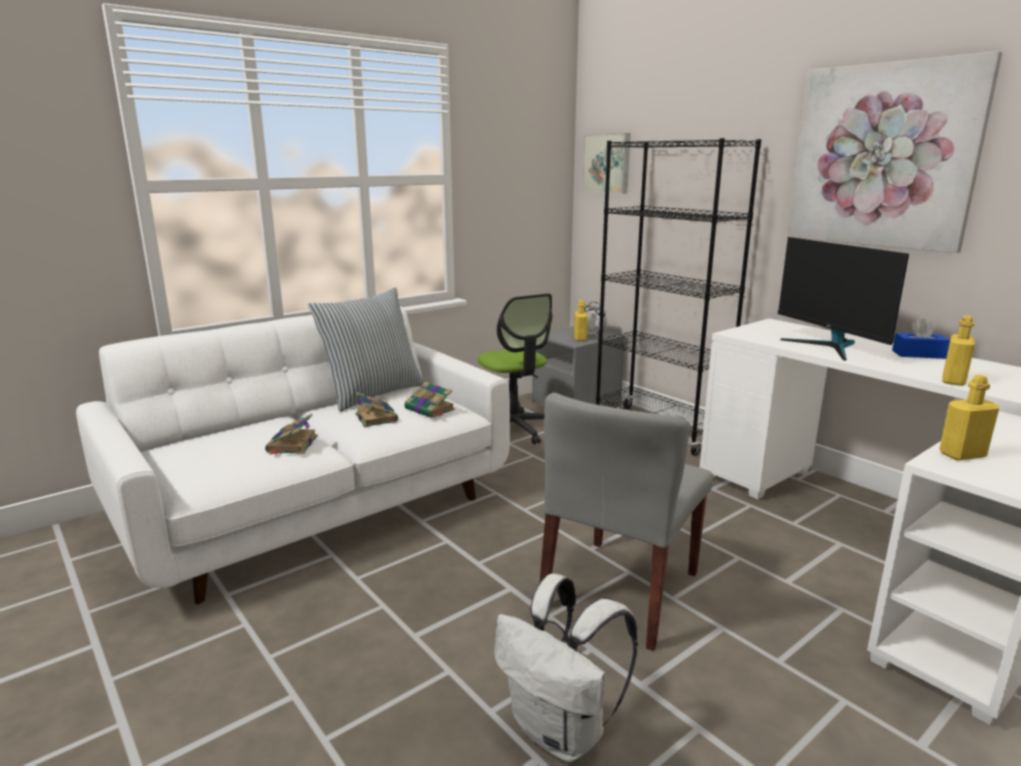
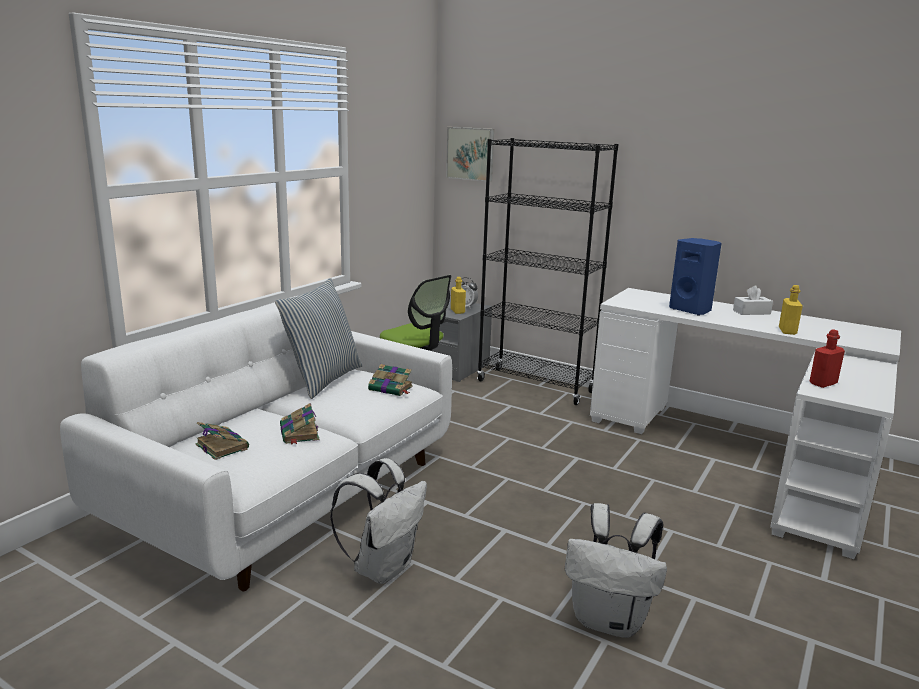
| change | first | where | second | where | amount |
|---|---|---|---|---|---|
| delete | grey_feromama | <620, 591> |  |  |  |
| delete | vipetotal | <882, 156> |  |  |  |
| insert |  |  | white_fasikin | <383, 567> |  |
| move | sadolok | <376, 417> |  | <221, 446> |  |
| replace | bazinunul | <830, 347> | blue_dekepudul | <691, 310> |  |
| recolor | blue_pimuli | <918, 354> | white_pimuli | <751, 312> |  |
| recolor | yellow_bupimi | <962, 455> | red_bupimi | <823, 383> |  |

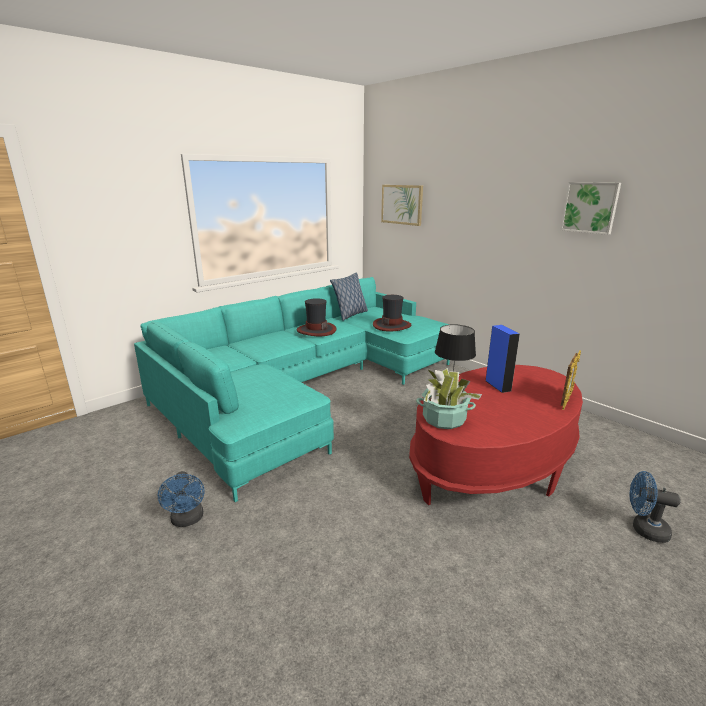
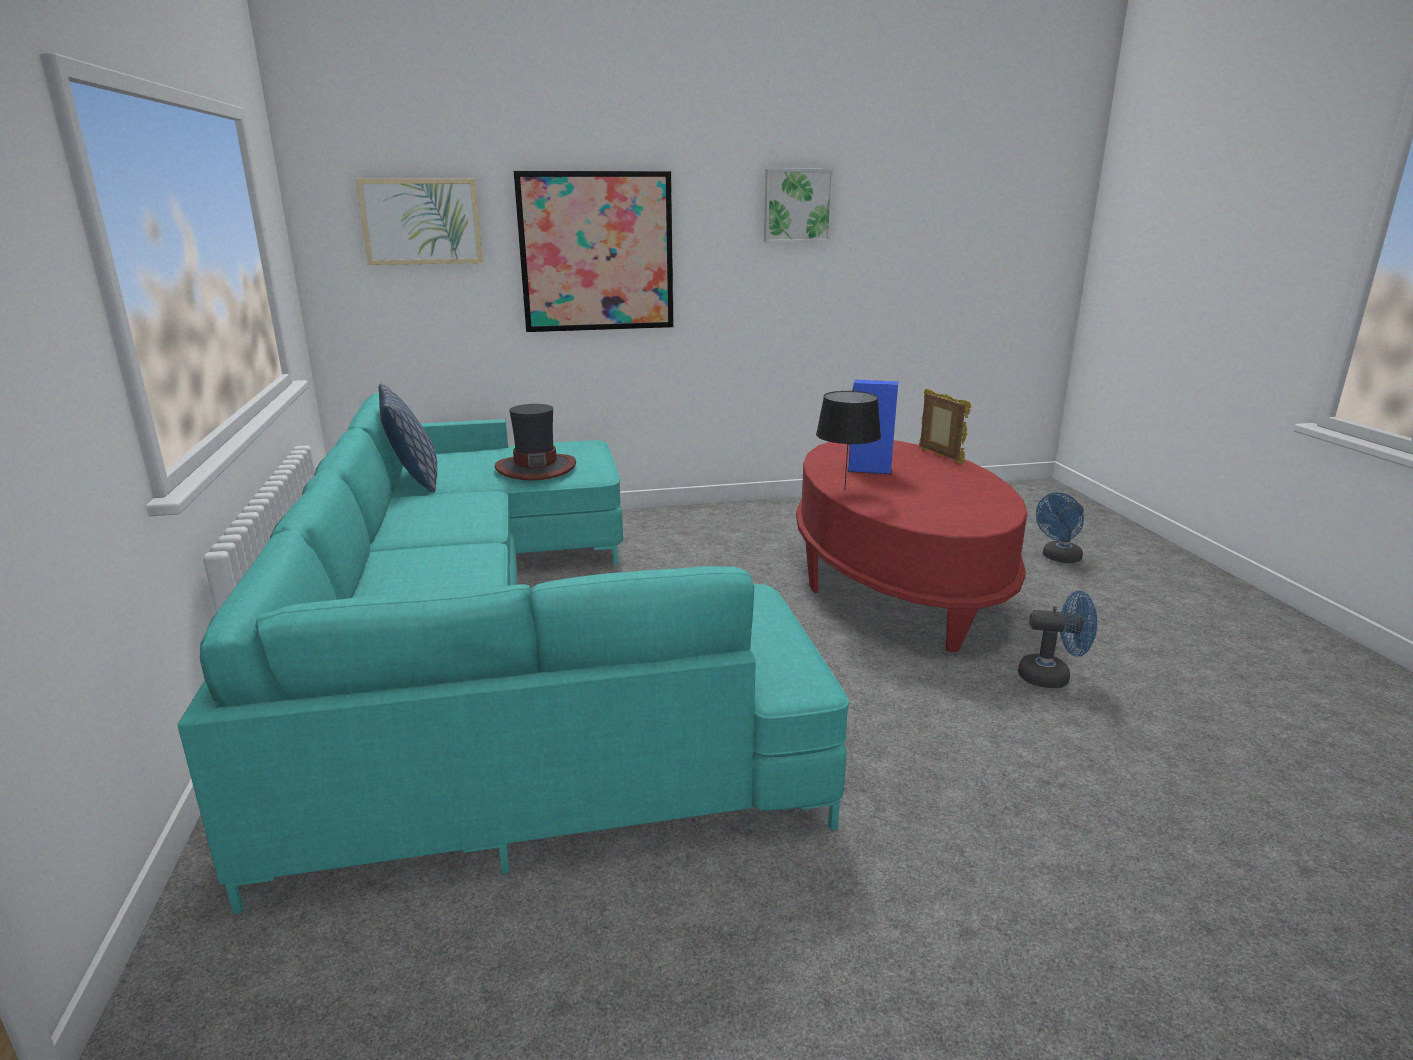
| change | first | where | second | where | amount |
|---|---|---|---|---|---|
| delete | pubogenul | <316, 330> |  |  |  |
| delete | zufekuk | <444, 419> |  |  |  |
| insert |  |  | vipetotal | <596, 252> |  |
| move | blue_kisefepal | <187, 520> |  | <1052, 677> |  |

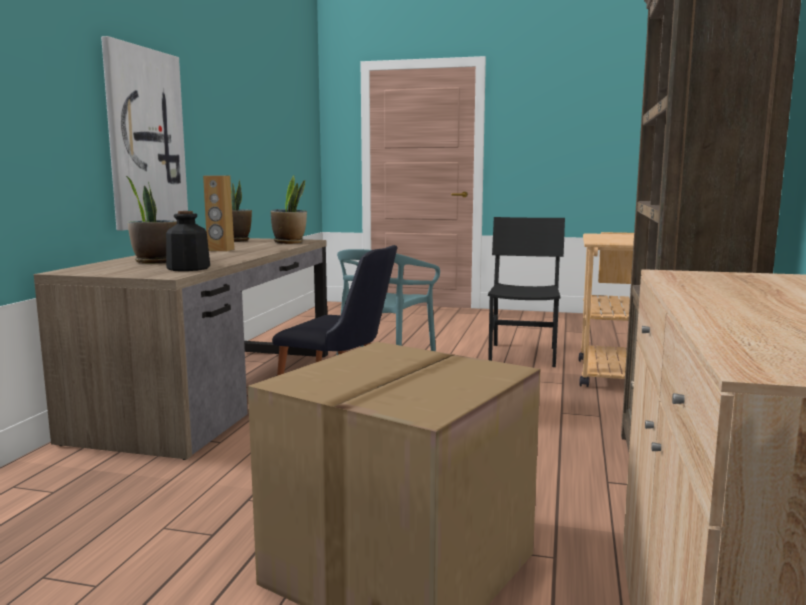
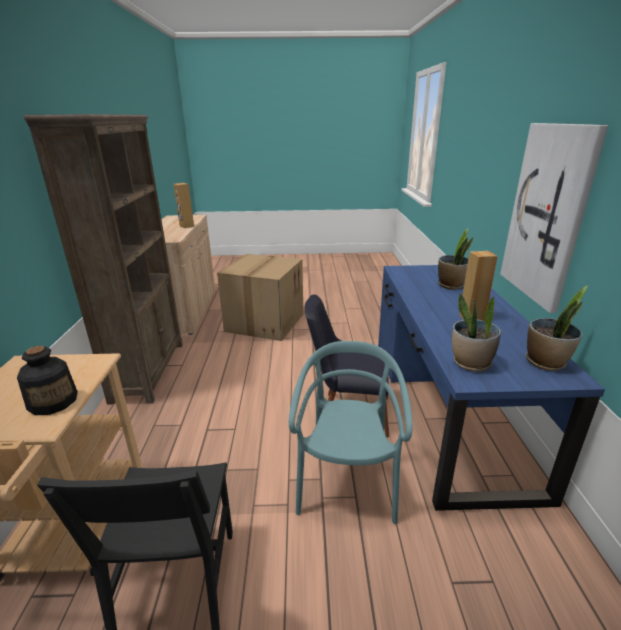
| change | first | where | second | where | amount |
|---|---|---|---|---|---|
| insert |  |  | brown_dekepudul | <186, 226> |  |
| move | bupimi | <188, 268> |  | <53, 401> |  |
| recolor | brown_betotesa | <217, 392> | blue_betotesa | <445, 406> |  |

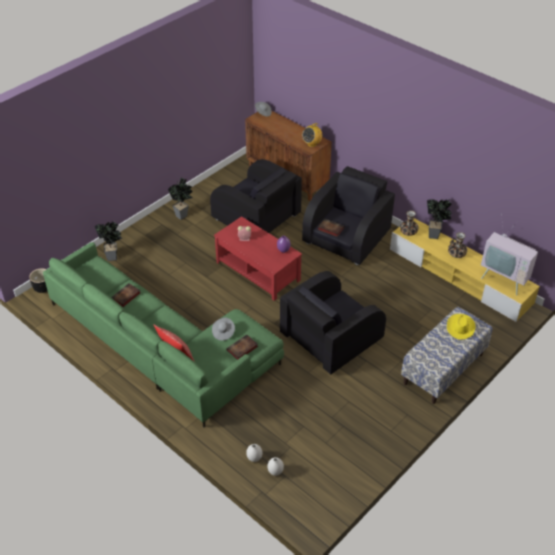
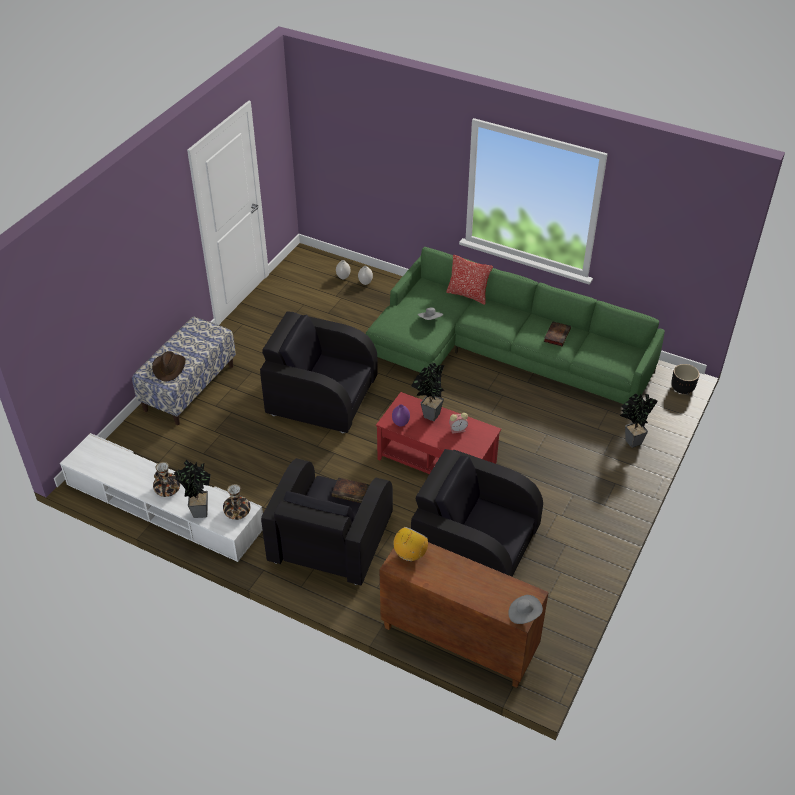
| change | first | where | second | where | amount |
|---|---|---|---|---|---|
| delete | sadolok | <242, 349> |  |  |  |
| delete | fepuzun | <504, 280> |  |  |  |
| move | zufekuk | <183, 215> |  | <429, 416> |  |
| recolor | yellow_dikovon | <459, 276> | white_dikovon | <163, 507> |  |
| recolor | yellow_pubogenul | <460, 327> | brown_pubogenul | <169, 368> |  |
| rotate | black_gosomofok | <330, 337> |  | <321, 397> | 105 degrees counterclockwise |

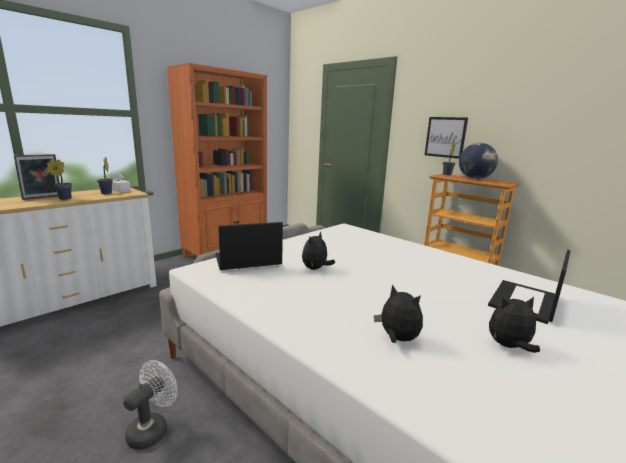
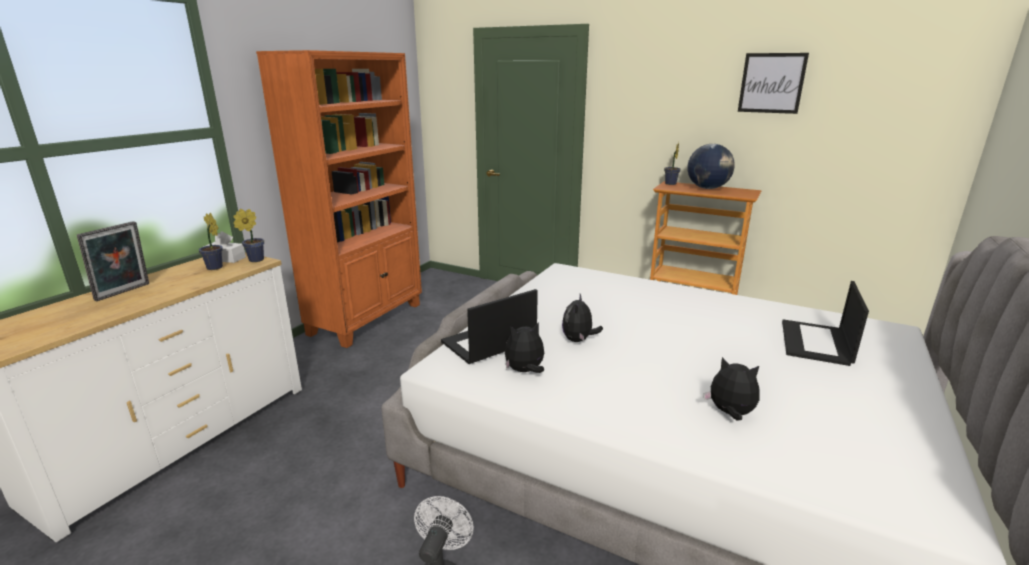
| change | first | where | second | where | amount |
|---|---|---|---|---|---|
| move | zufekuk | <63, 198> |  | <254, 260> |  |
| move | vipetotal | <445, 137> |  | <771, 83> |  |
| move | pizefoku | <509, 347> |  | <525, 371> |  |

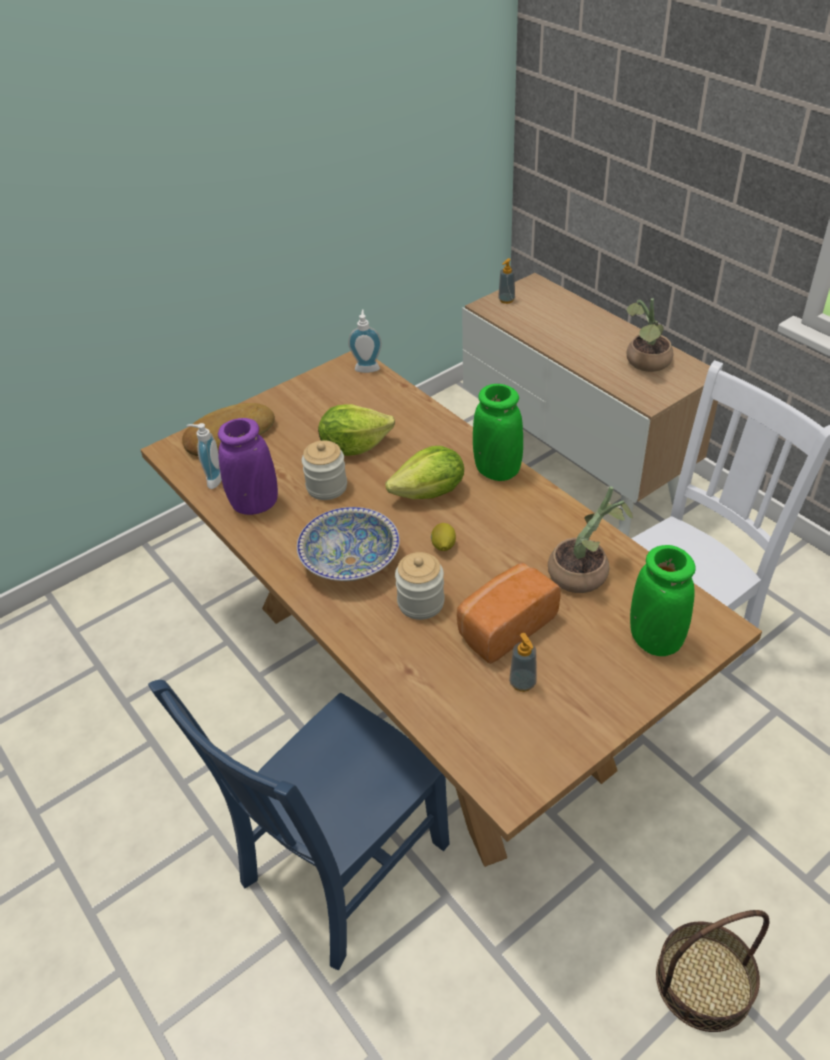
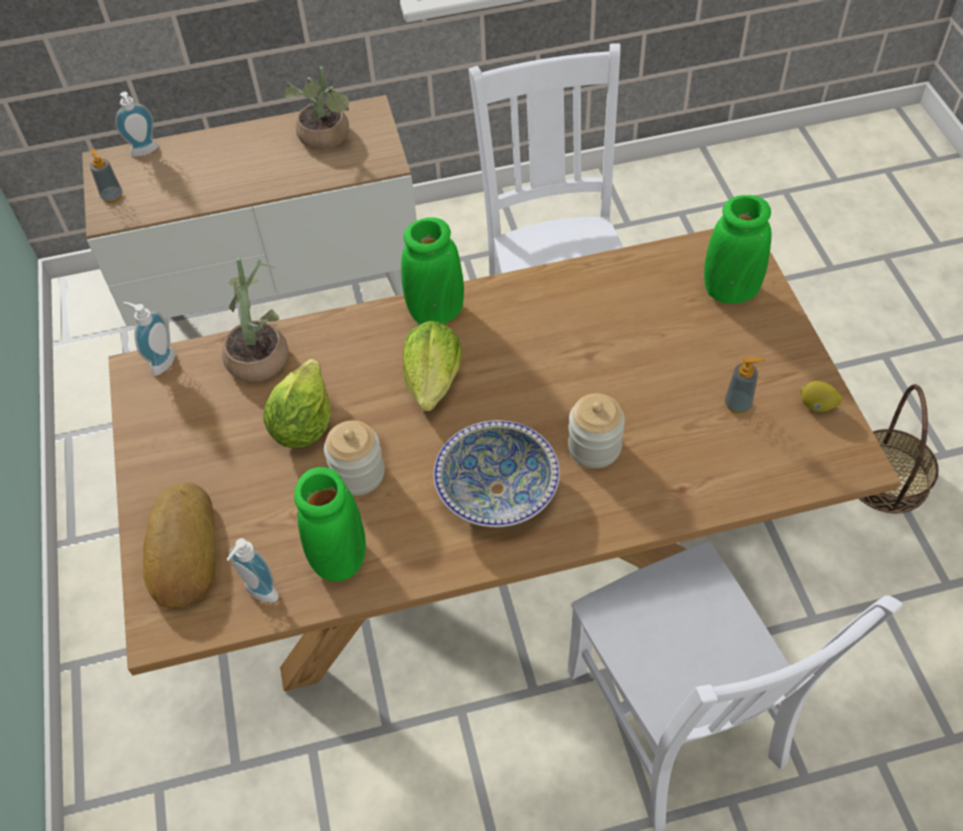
| change | first | where | second | where | amount |
|---|---|---|---|---|---|
| delete | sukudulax | <503, 626> |  |  |  |
| insert |  |  | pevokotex | <145, 152> |  |
| move | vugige | <443, 546> |  | <817, 405> |  |
| move | zufekuk | <585, 573> |  | <260, 353> |  |
| recolor | blue_feromama | <339, 868> | white_feromama | <678, 723> |  |
| recolor | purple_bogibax | <255, 504> | green_bogibax | <340, 558> |  |

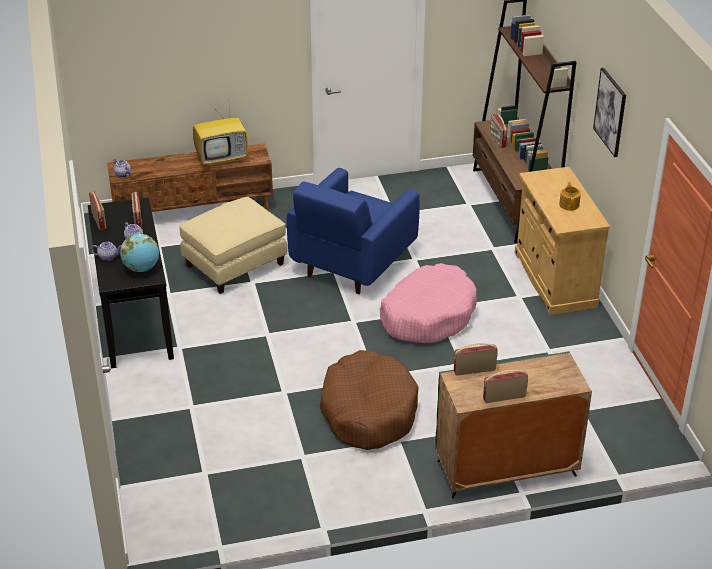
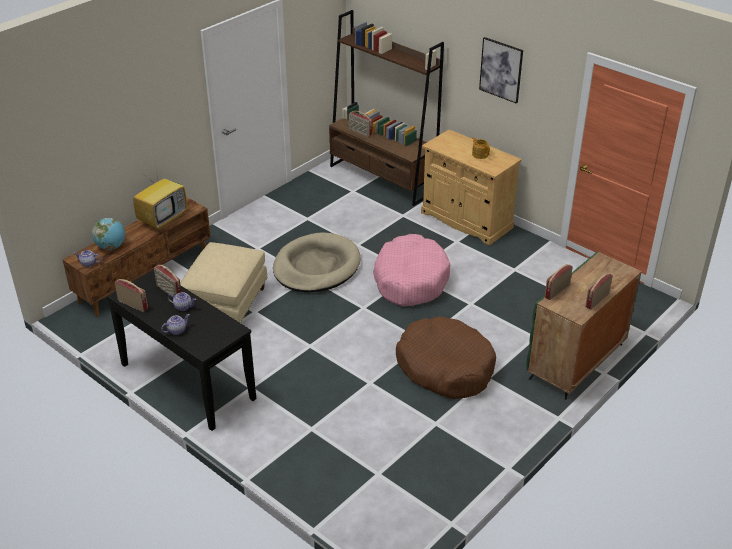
| change | first | where | second | where | amount |
|---|---|---|---|---|---|
| move | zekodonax | <141, 268> |  | <111, 247> |  |
| replace | blue_gosomofok | <351, 264> | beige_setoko | <316, 267> |  |

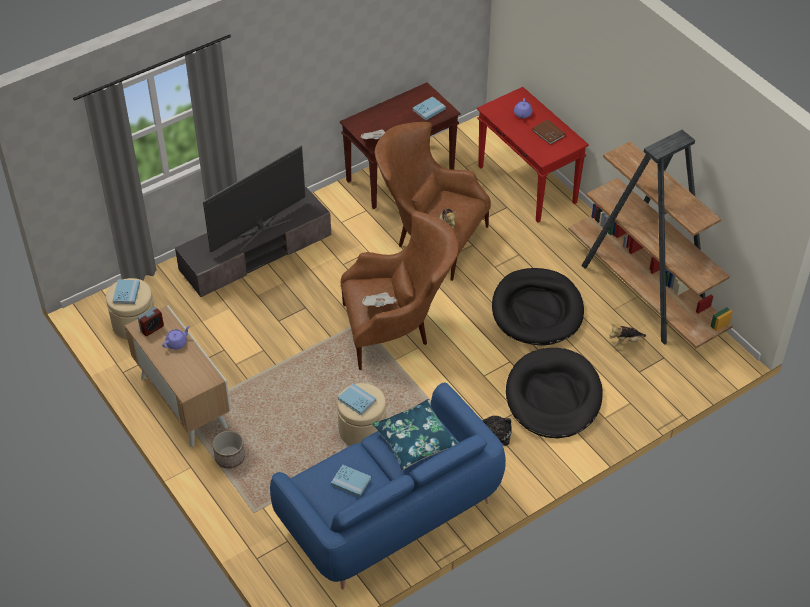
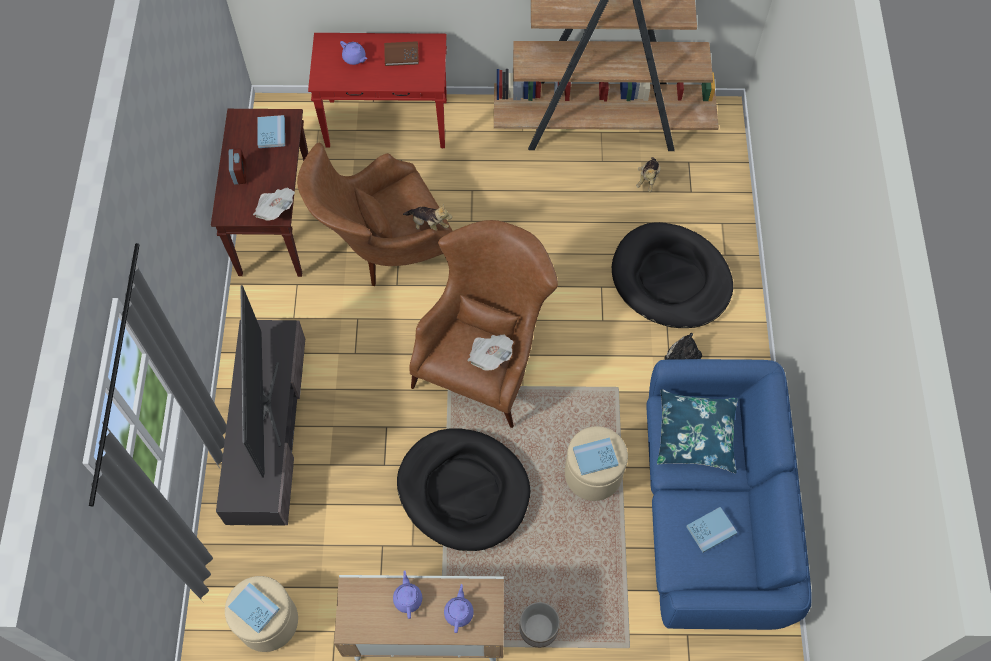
| change | first | where | second | where | amount |
|---|---|---|---|---|---|
| insert |  |  | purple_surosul | <459, 612> |  |
| move | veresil | <152, 328> |  | <240, 174> |  |
| move | black_setoko | <537, 310> |  | <463, 490> |  |

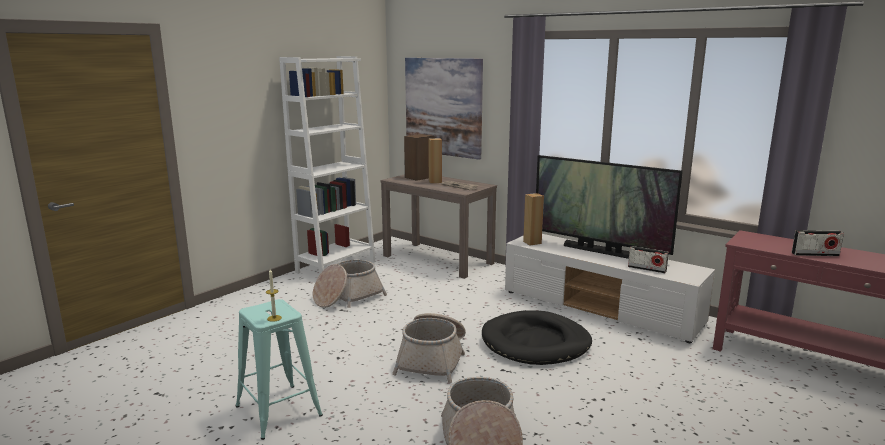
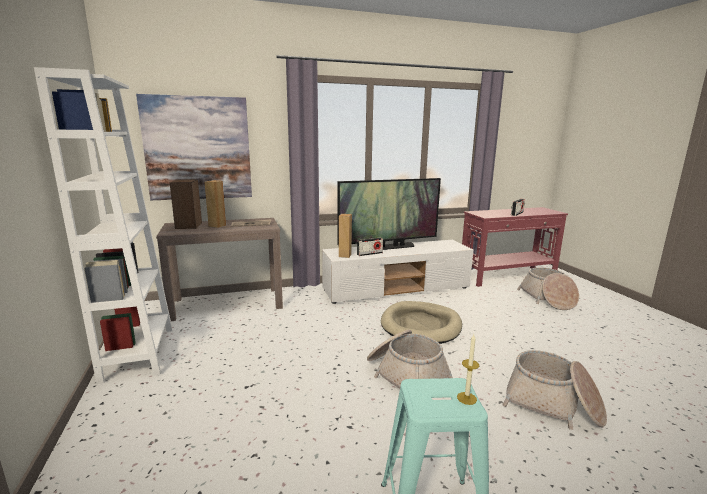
| change | first | where | second | where | amount |
|---|---|---|---|---|---|
| move | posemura | <347, 297> |  | <547, 299> |  |
| move | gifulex | <647, 269> |  | <369, 254> |  |
| recolor | black_setoko | <536, 342> | beige_setoko | <421, 326> |  |

